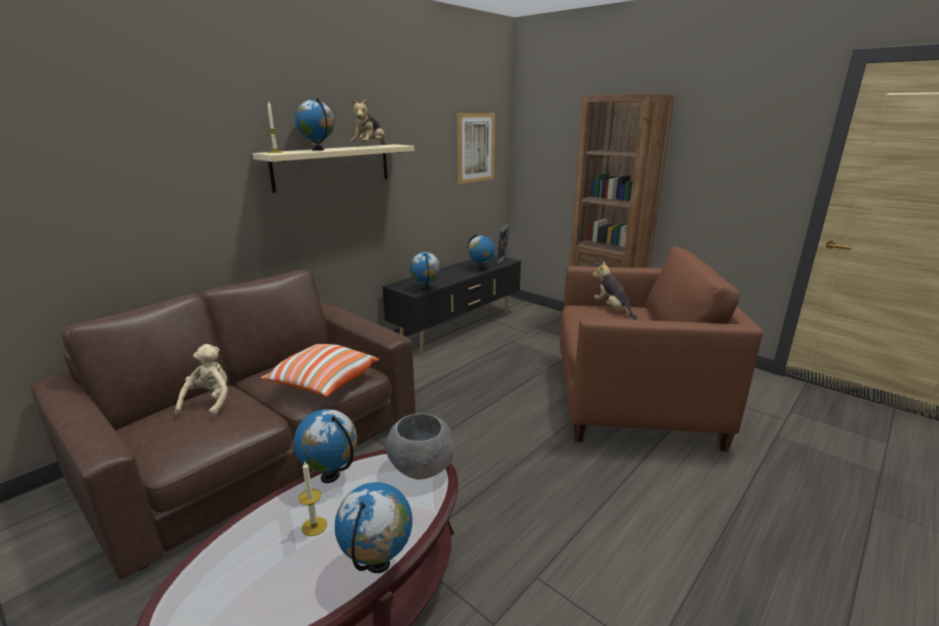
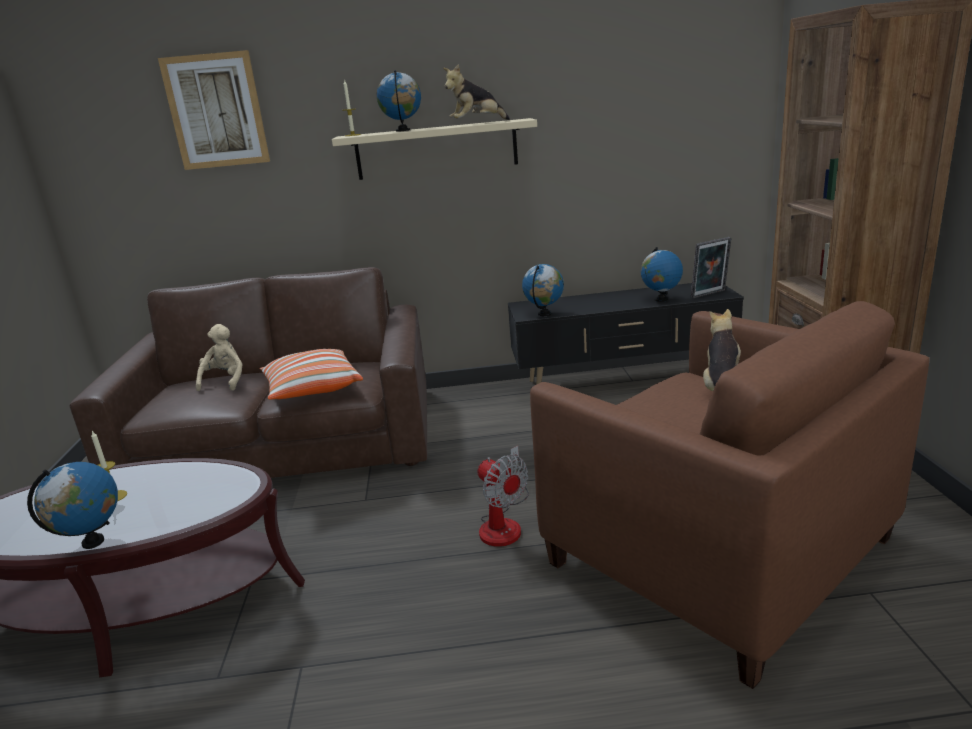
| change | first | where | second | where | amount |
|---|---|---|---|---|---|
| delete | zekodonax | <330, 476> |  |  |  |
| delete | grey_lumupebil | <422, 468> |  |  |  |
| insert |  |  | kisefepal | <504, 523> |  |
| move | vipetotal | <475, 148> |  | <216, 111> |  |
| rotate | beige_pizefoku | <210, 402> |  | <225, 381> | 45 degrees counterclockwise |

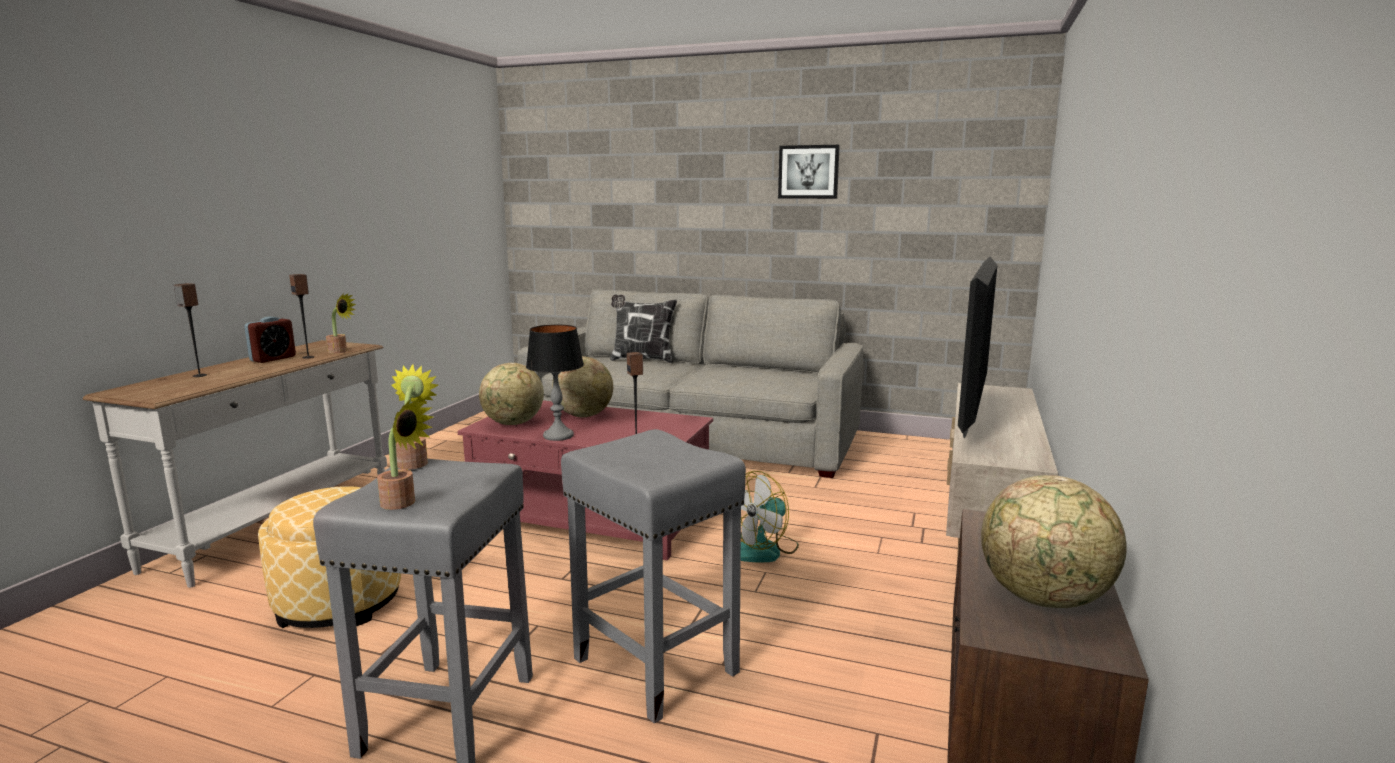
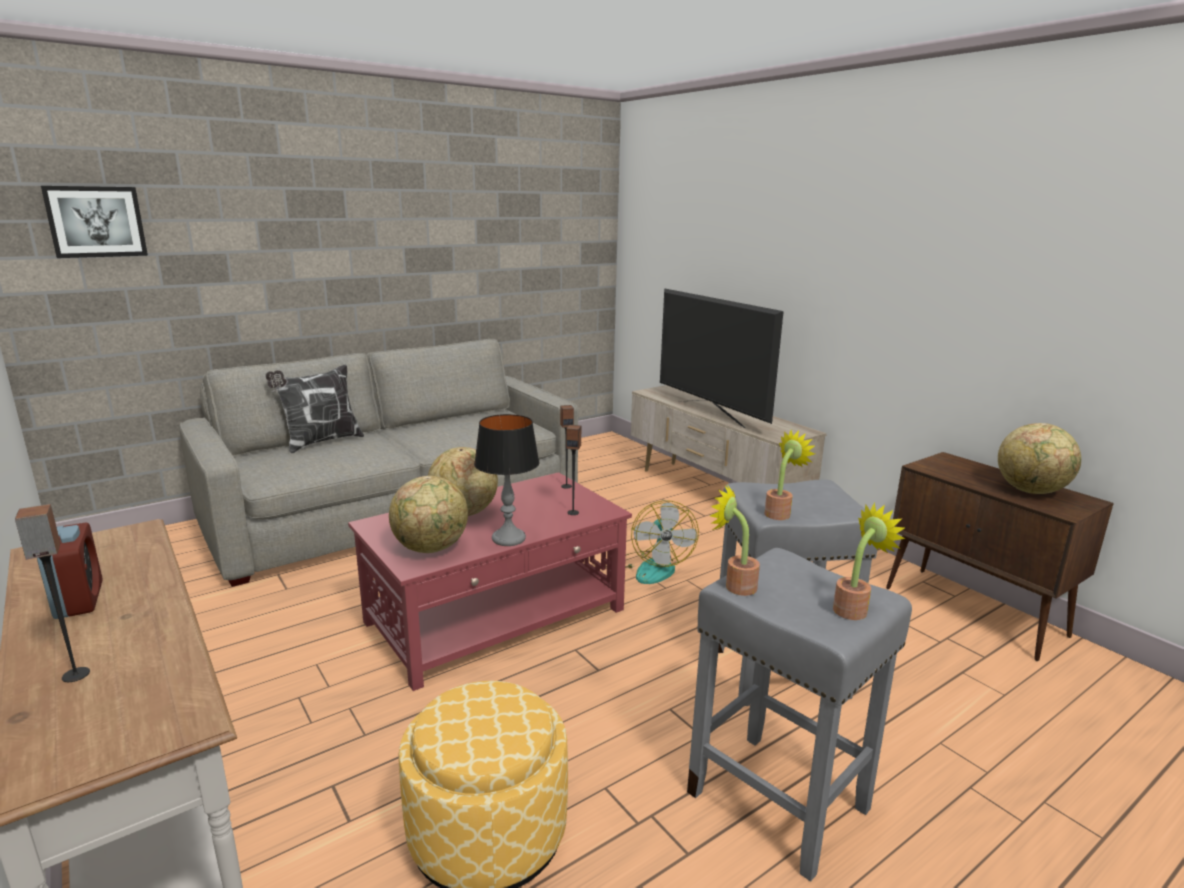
| change | first | where | second | where | amount |
|---|---|---|---|---|---|
| move | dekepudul | <308, 357> |  | <566, 486> |  |
| move | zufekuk | <341, 351> |  | <780, 513> |  |
| move | vipetotal | <808, 172> |  | <96, 221> |  |

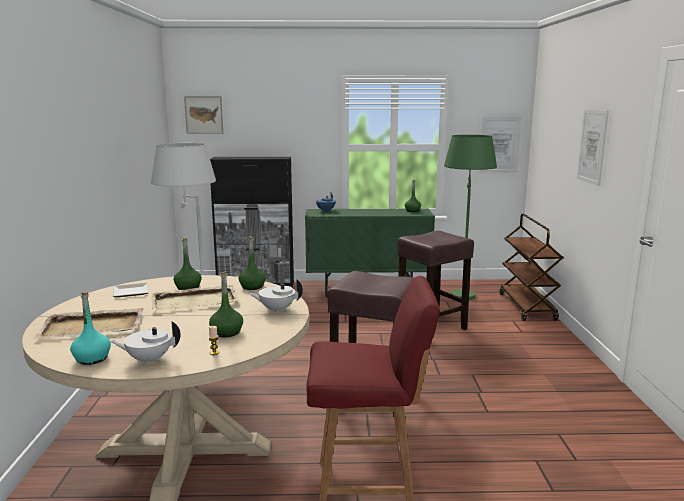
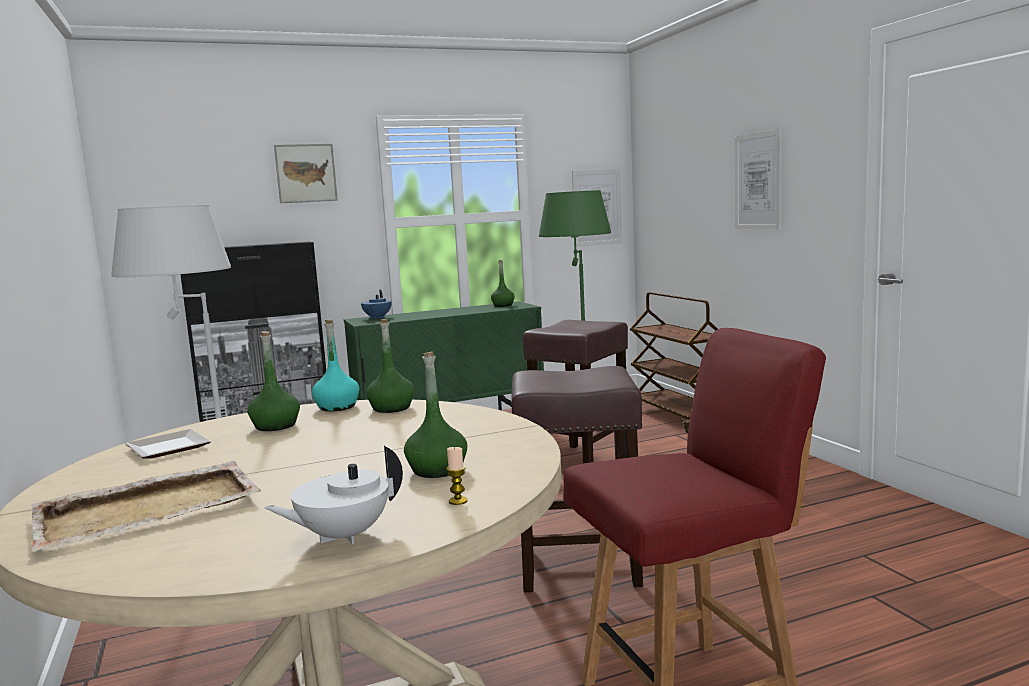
| change | first | where | second | where | amount |
|---|---|---|---|---|---|
| delete | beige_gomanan | <196, 301> |  |  |  |
| delete | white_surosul | <276, 310> |  |  |  |
| move | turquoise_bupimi | <92, 358> |  | <337, 407> |  |
| move | vipetotal | <204, 115> |  | <306, 173> |  |

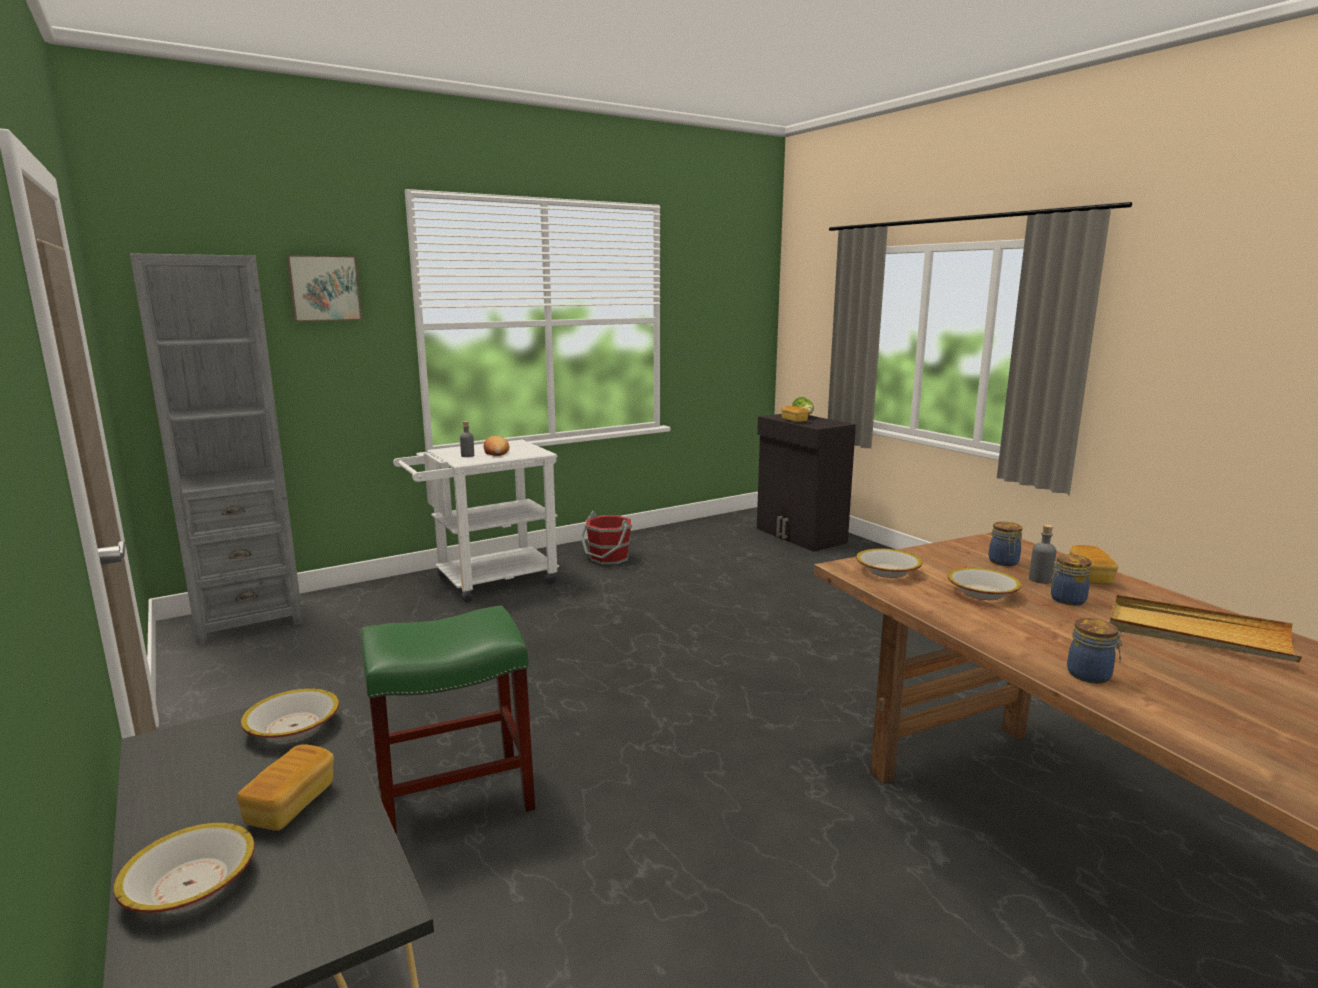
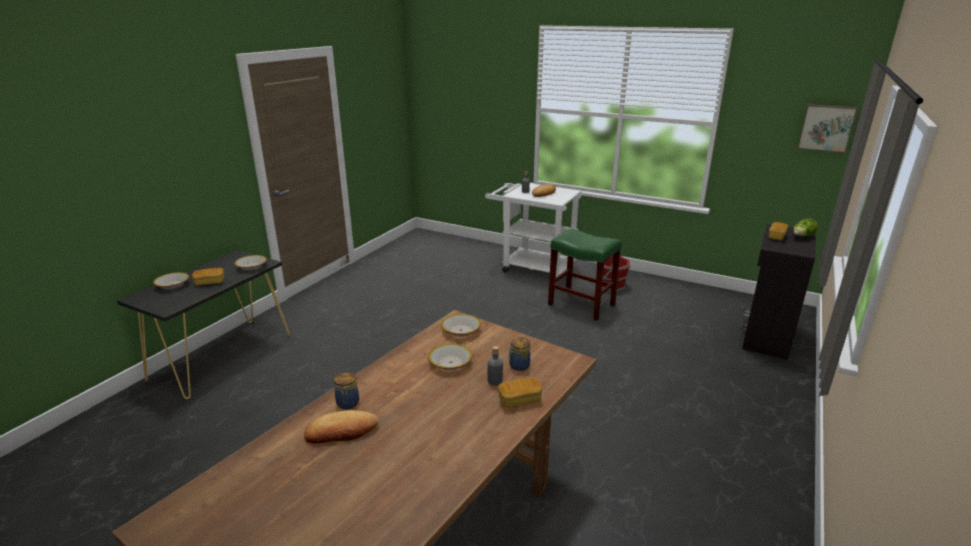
| change | first | where | second | where | amount |
|---|---|---|---|---|---|
| delete | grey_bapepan | <248, 619> |  |  |  |
| delete | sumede | <1066, 600> |  |  |  |
| delete | beige_gomanan | <1197, 634> |  |  |  |
| insert |  |  | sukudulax | <341, 432> |  |
| move | vipetotal | <324, 288> |  | <826, 128> |  |
| move | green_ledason | <456, 796> |  | <582, 305> |  |

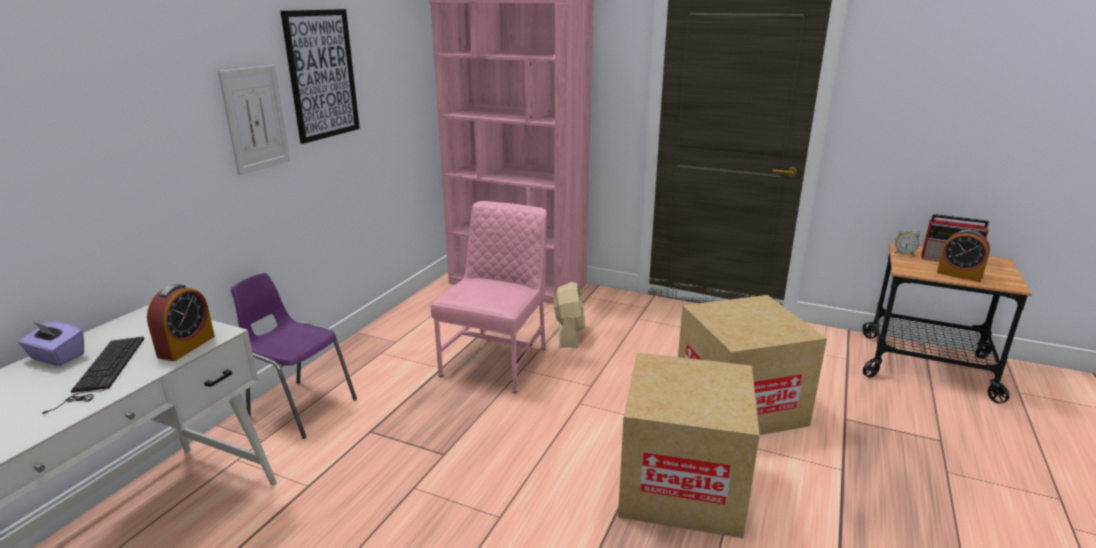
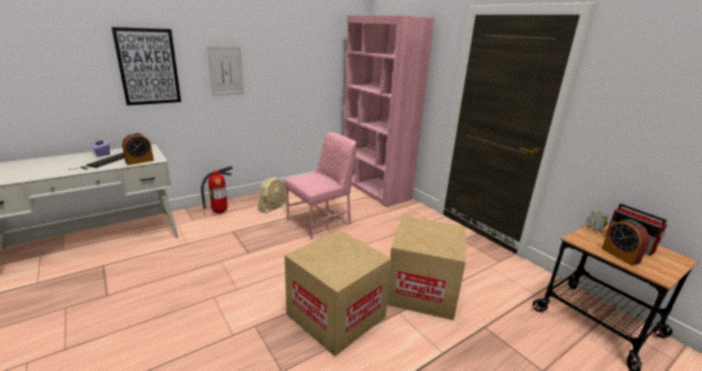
| change | first | where | second | where | amount |
|---|---|---|---|---|---|
| move | vipetotal | <322, 75> |  | <148, 67> |  |
| move | beige_kisefepal | <569, 334> |  | <272, 206> |  |
| replace | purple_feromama | <300, 407> | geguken | <220, 212> |  |

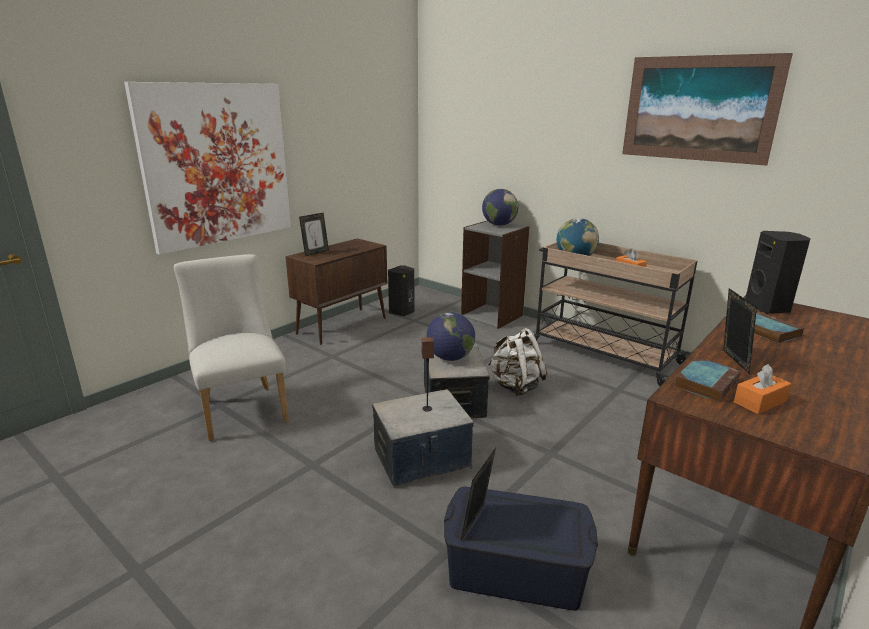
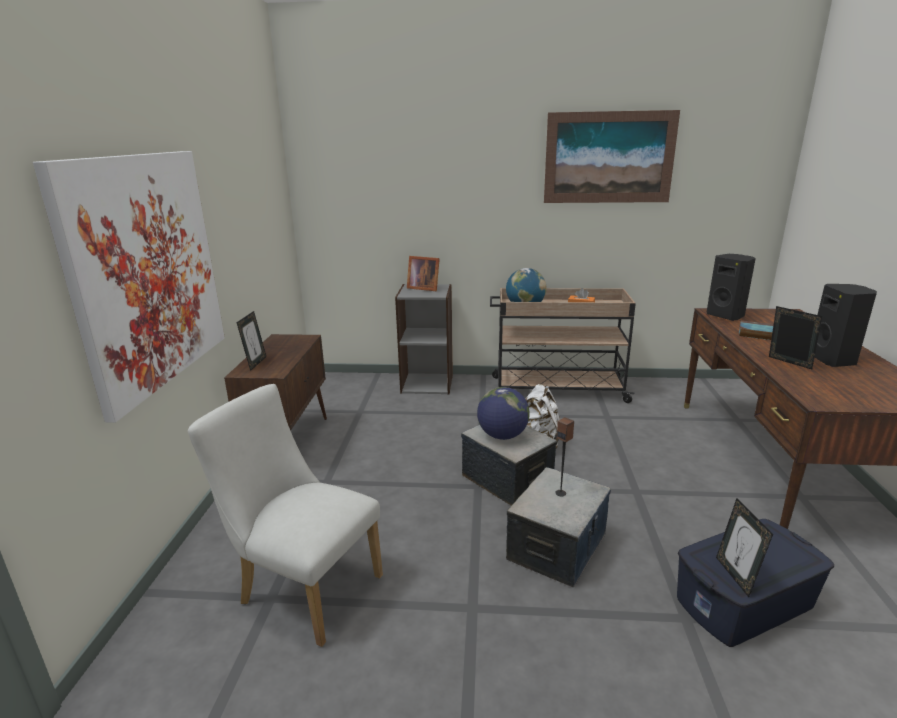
| change | first | where | second | where | amount |
|---|---|---|---|---|---|
| delete | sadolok | <706, 383> |  |  |  |
| delete | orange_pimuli | <759, 402> |  |  |  |
| move | black_dekepudul | <402, 312> |  | <833, 360> |  |
| replace | zekodonax | <499, 225> | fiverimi | <423, 288> |  |

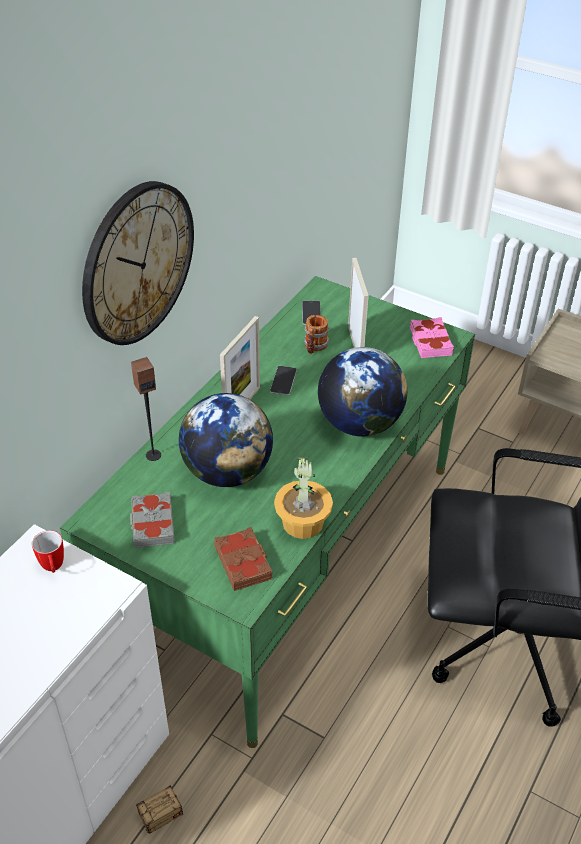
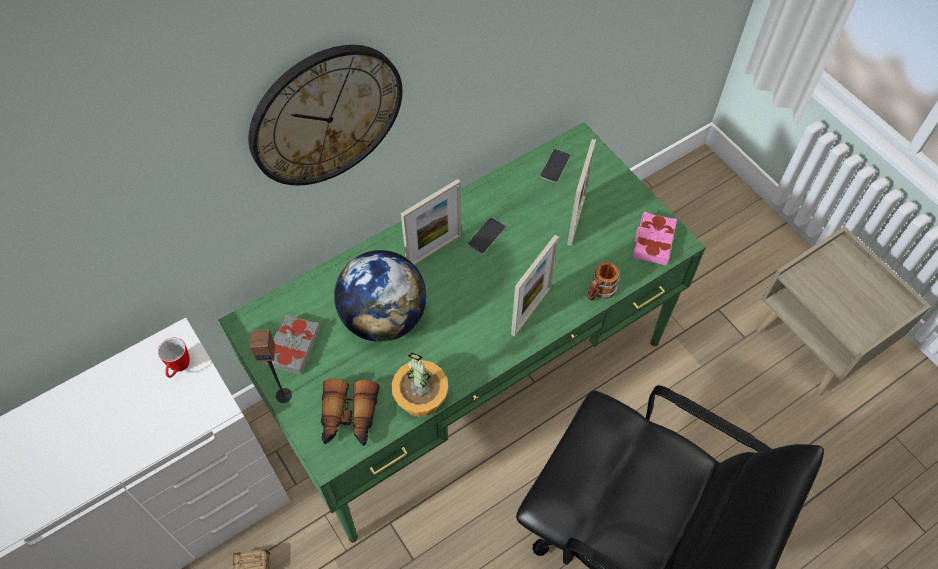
| change | first | where | second | where | amount |
|---|---|---|---|---|---|
| move | dekepudul | <153, 455> |  | <283, 395> |  |
| move | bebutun | <314, 347> |  | <599, 291> |  |
| replace | brown_sadolok | <244, 562> | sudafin | <349, 418> |  |
| replace | zekodonax | <359, 423> | fiverimi | <531, 311> |  |

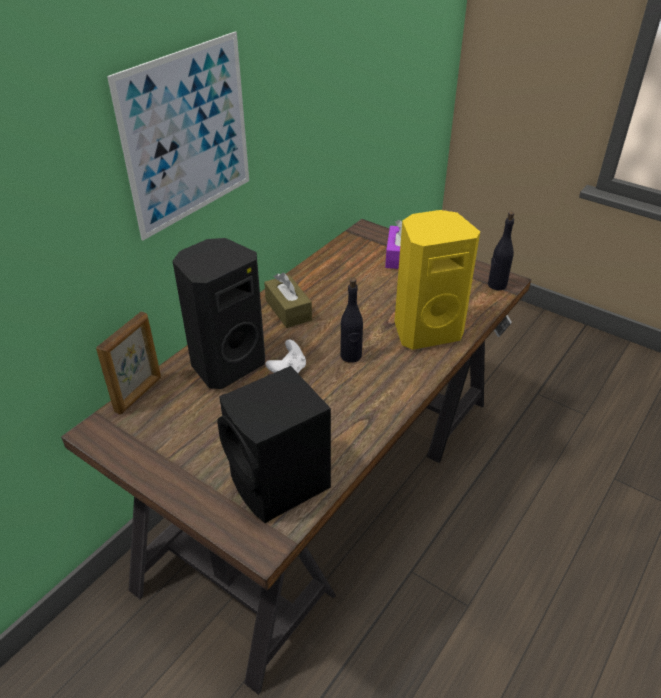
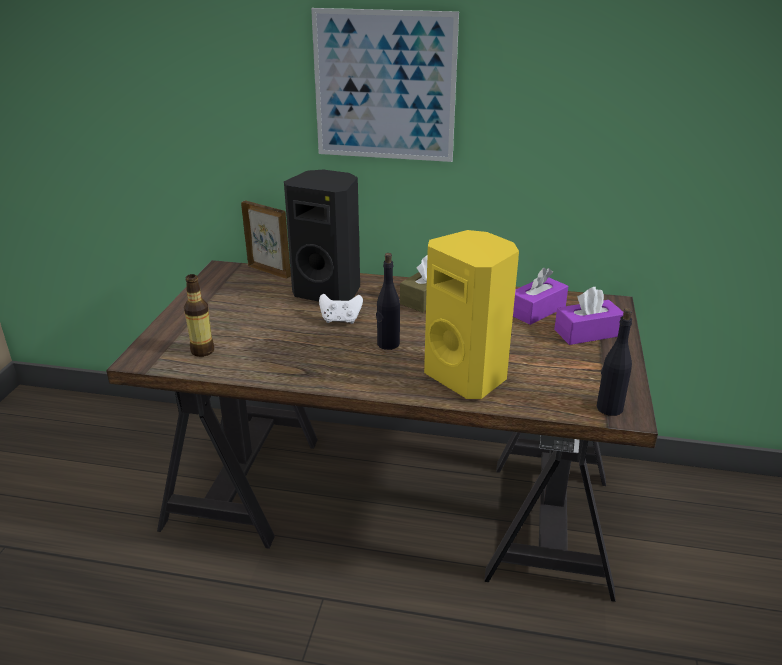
| change | first | where | second | where | amount |
|---|---|---|---|---|---|
| insert |  |  | purple_pimuli | <536, 310> |  |
| replace | black_dekepudul | <280, 485> | bupimi | <202, 351> |  |
| rotate | fiverimi | <139, 394> |  | <269, 271> | 150 degrees counterclockwise |

